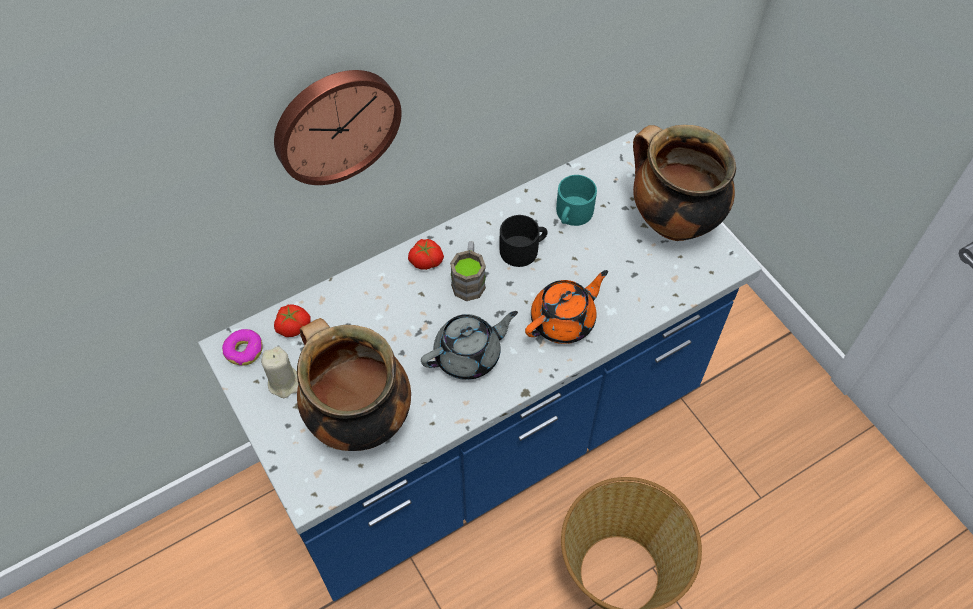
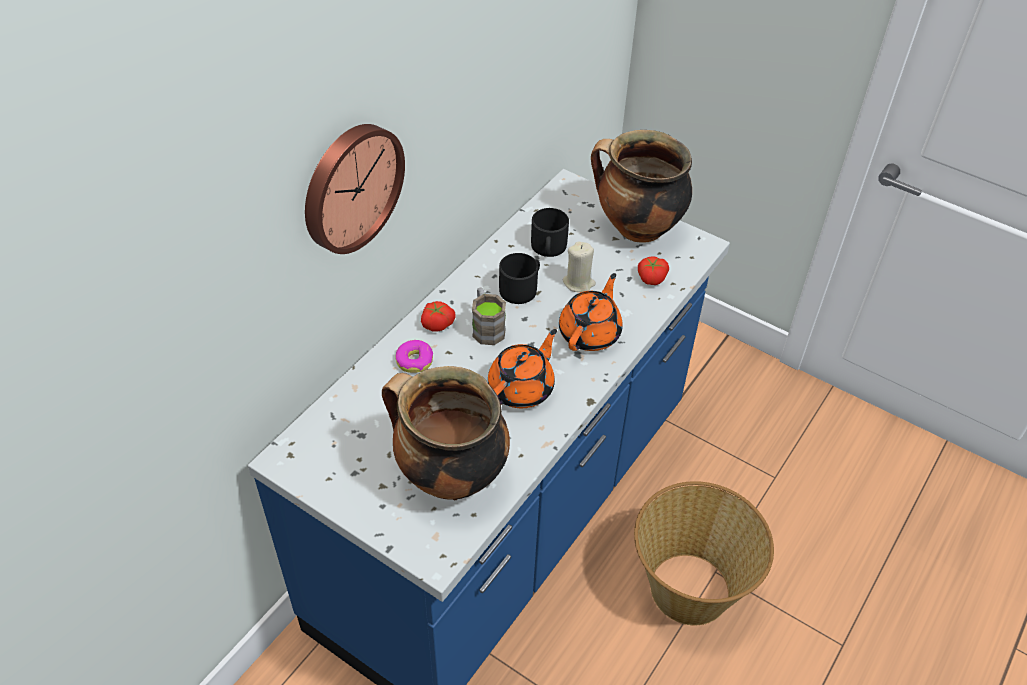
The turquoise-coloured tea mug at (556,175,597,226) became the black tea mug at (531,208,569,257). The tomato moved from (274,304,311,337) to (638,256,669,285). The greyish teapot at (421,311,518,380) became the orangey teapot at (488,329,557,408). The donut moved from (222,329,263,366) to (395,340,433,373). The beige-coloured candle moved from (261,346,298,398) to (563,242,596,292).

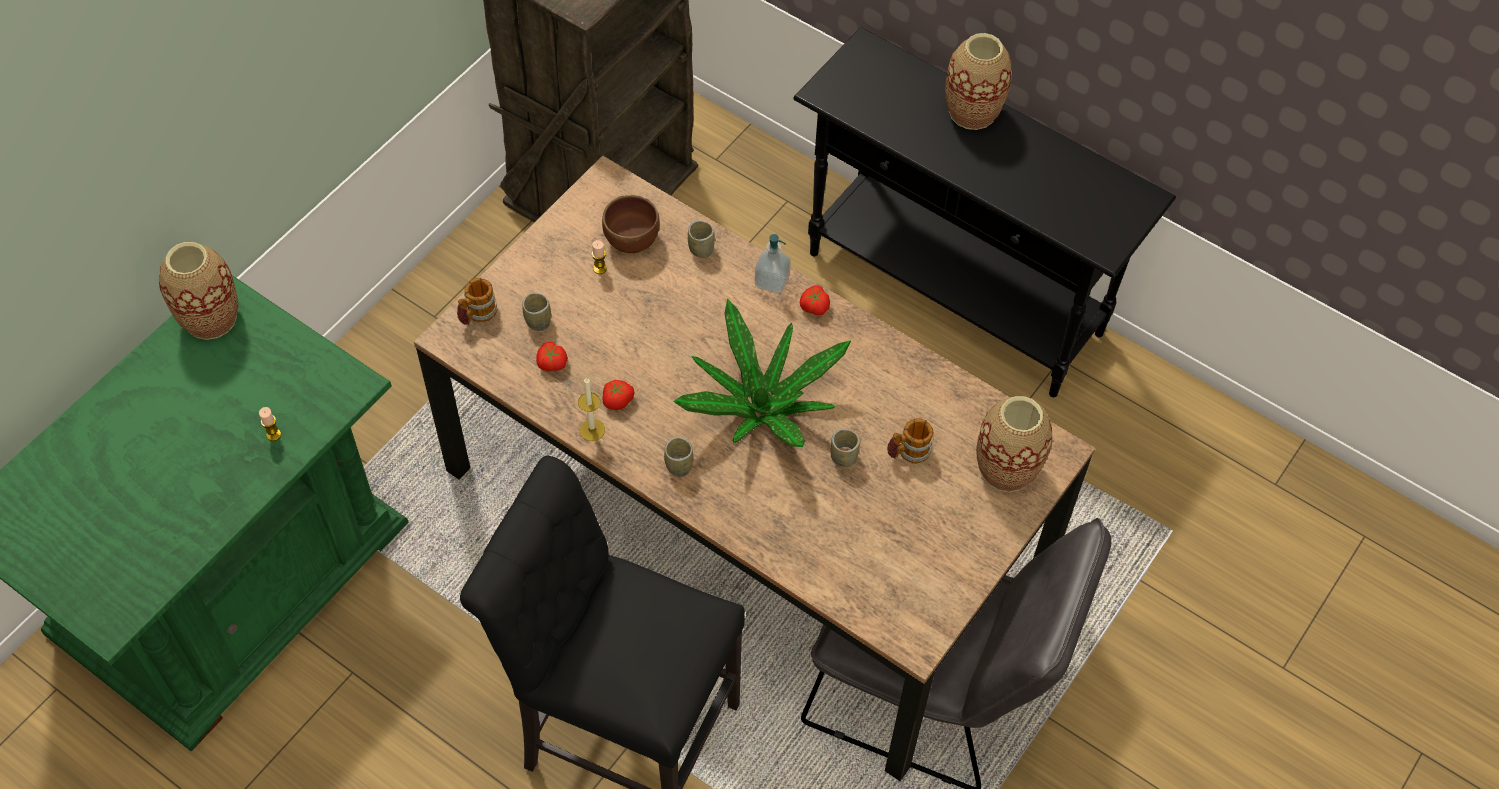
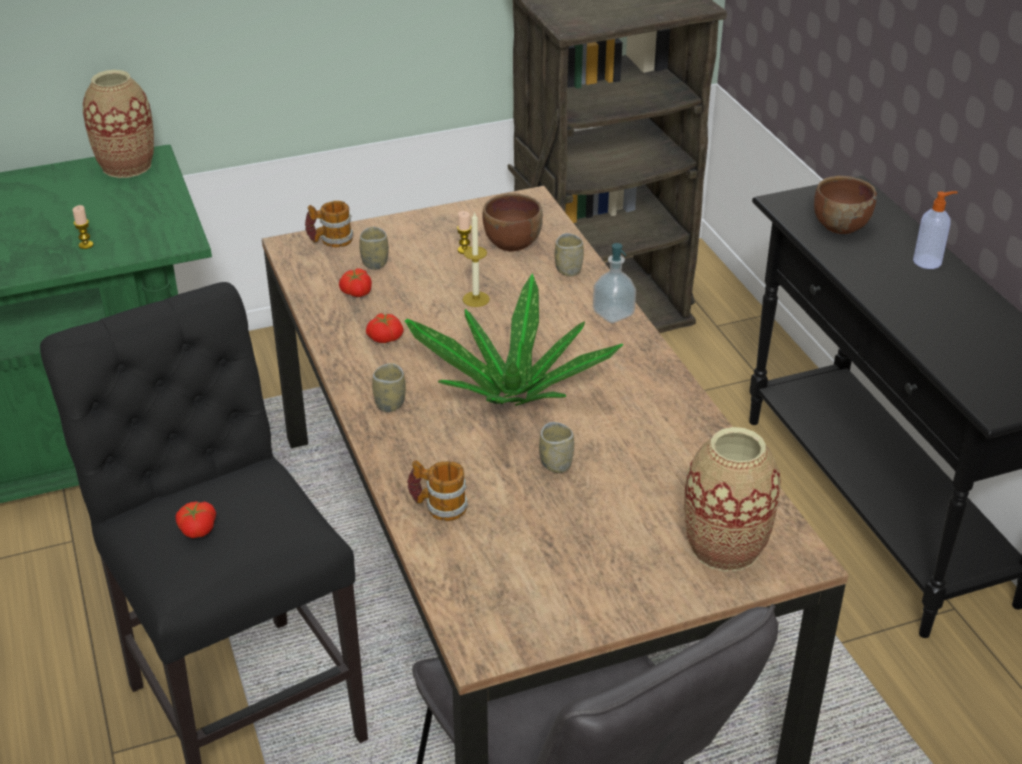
The decorative vase at (945,33,1012,130) was replaced by the soap dispenser at (913,191,958,269). The tomato moved from (800,285,830,315) to (175,501,216,538). The candle moved from (578,377,605,441) to (463,212,490,307). The tea mug moved from (887,418,933,463) to (407,460,468,521). The brownish deep dish at (814,176,877,234) appeared.

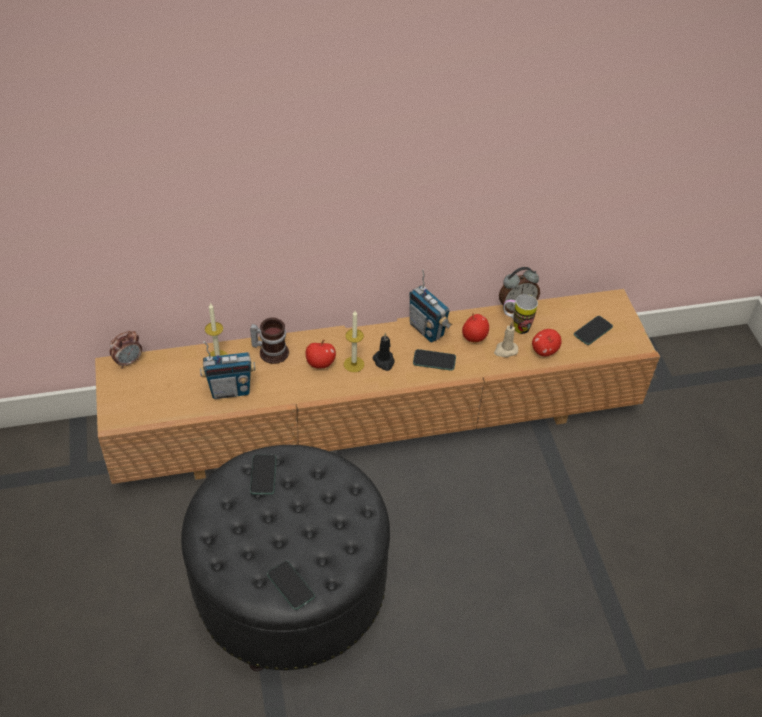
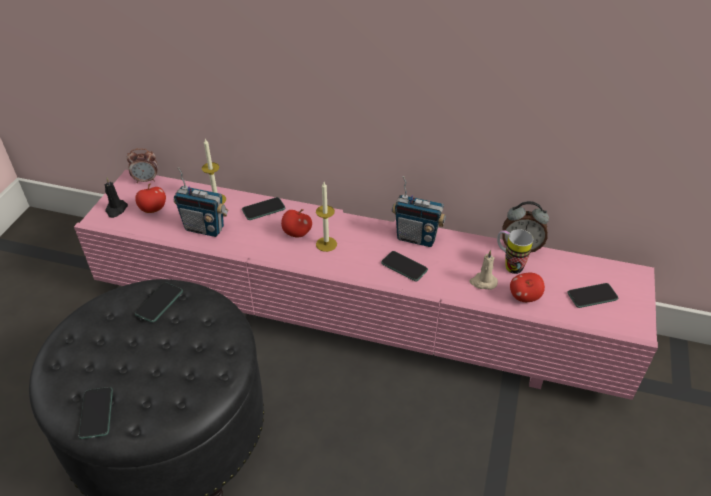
The radio set at (409,269,452,343) turned 60 degrees counterclockwise. The brownish tv unit at (95,289,660,484) became the pink tv unit at (74,170,658,400). The whole apple moved from (462,313,489,342) to (135,183,166,213). The tea mug at (250,318,289,364) was replaced by the telephone at (242,197,285,220). The black candle moved from (372,333,395,371) to (105,178,128,218).

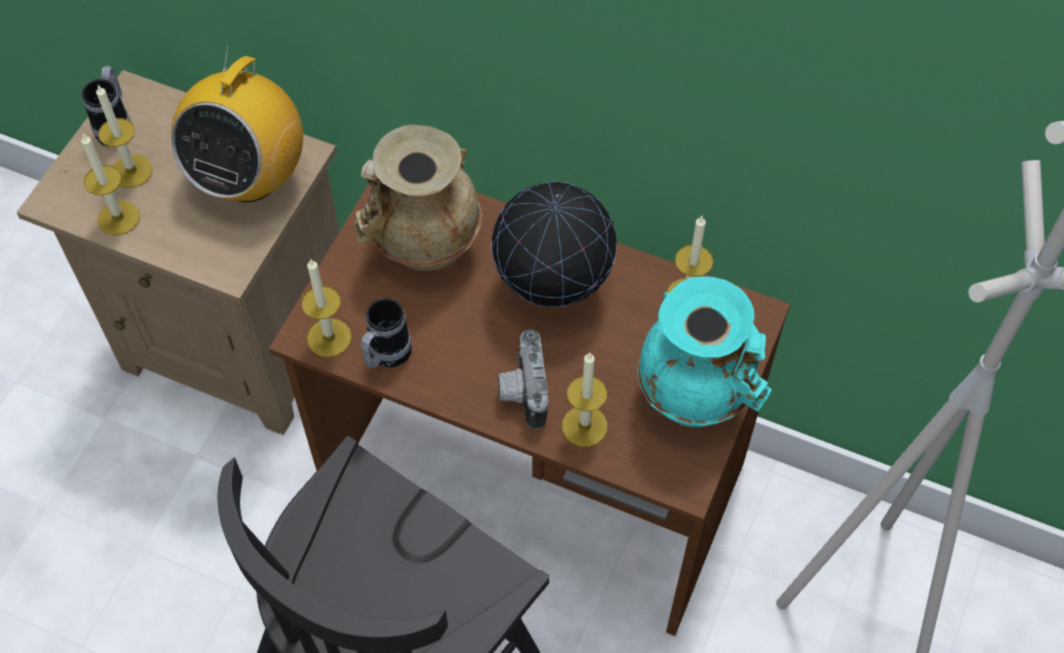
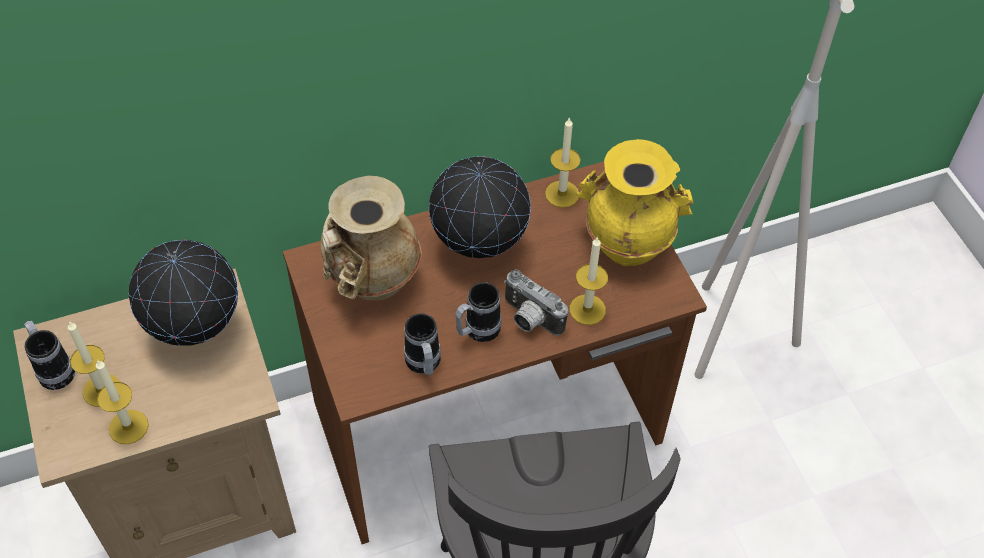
The radio set at (171,43,303,202) was replaced by the globe at (129,239,238,346). The candle at (301,258,352,357) disappeared. The turquoise-coloured decorative vase at (637,276,772,427) became the yellow decorative vase at (577,139,693,266). The tea mug at (455,282,502,342) appeared.

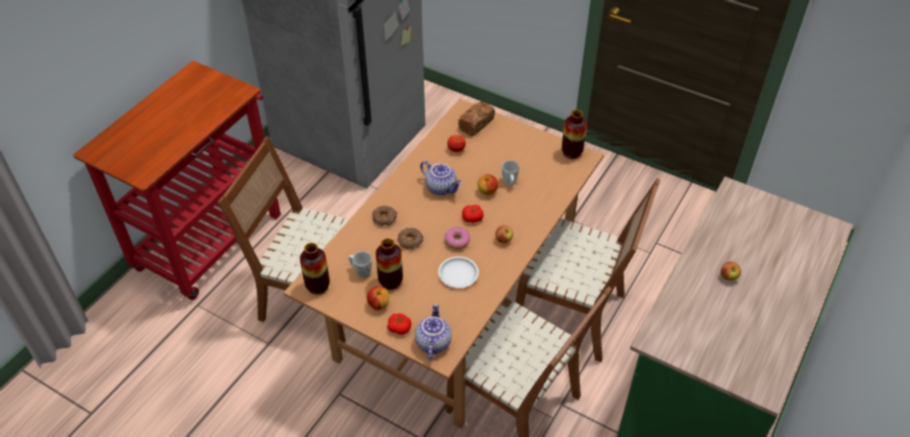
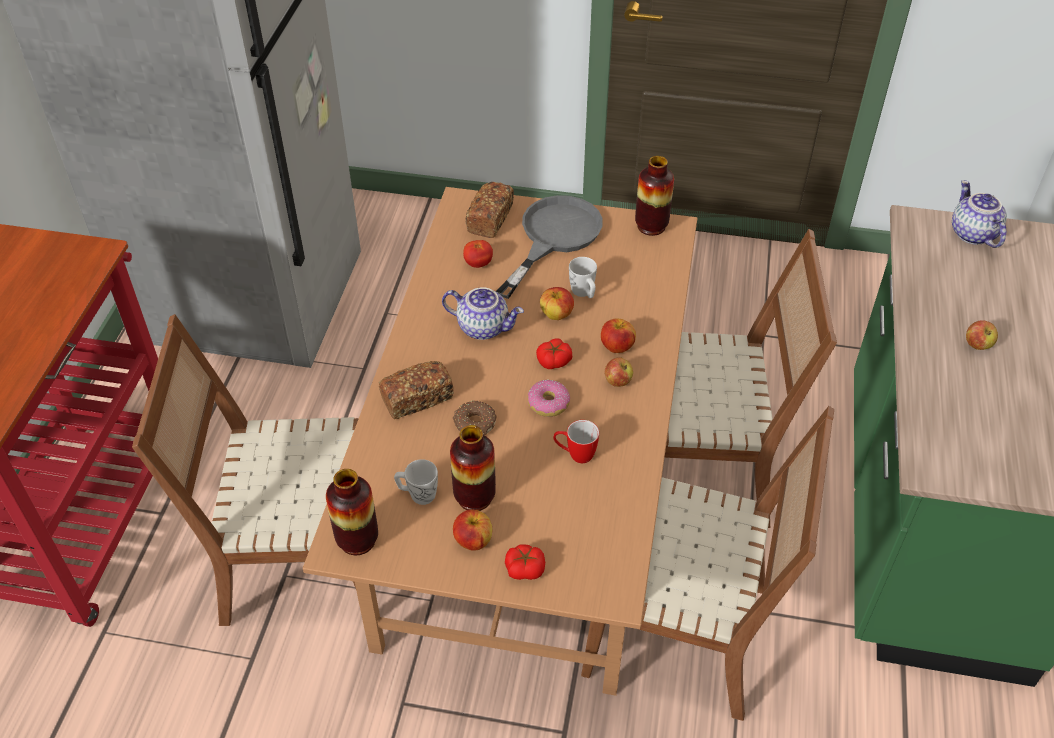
The donut at (372,205,397,226) was replaced by the bakery bread at (378,361,454,419). The white flat dish at (438,256,479,288) was replaced by the tea mug at (553,420,599,463). The teapot moved from (415,303,452,361) to (952,180,1007,248). The greyish skillet at (496,195,603,299) appeared. The whole apple at (601,318,636,353) appeared.

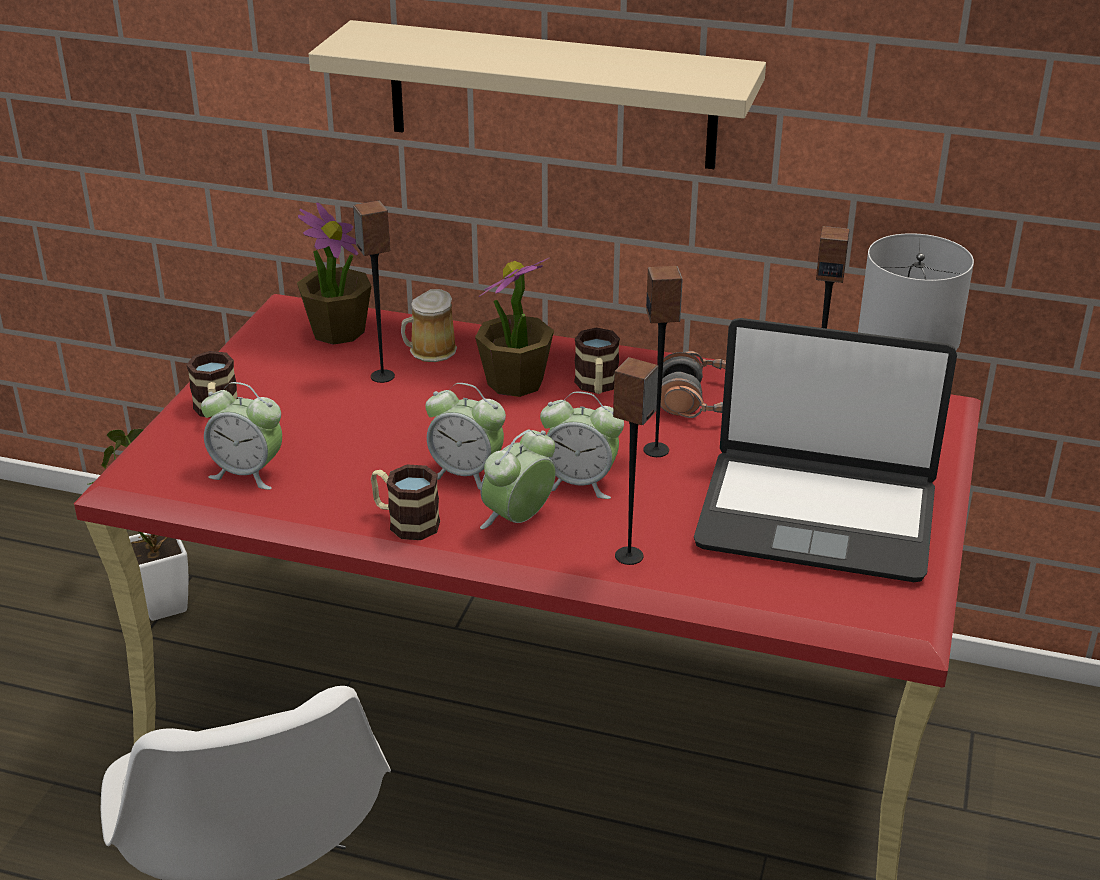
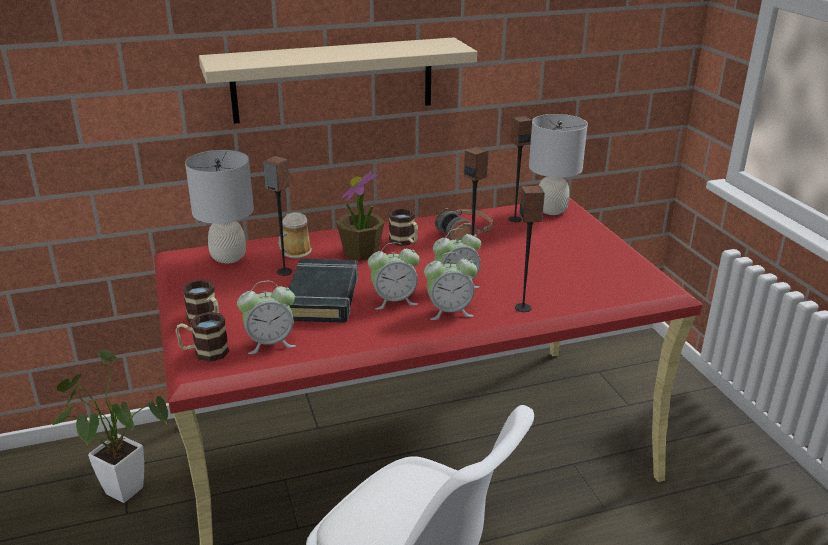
The houseplant at (297,202,371,345) was replaced by the greyish table lamp at (185,150,254,264). The portable computer at (694,318,957,582) disappeared. The alarm clock at (480,430,556,529) turned 105 degrees counterclockwise. The tea mug moved from (371,464,440,540) to (176,312,229,362). The black book at (289,258,358,323) appeared.

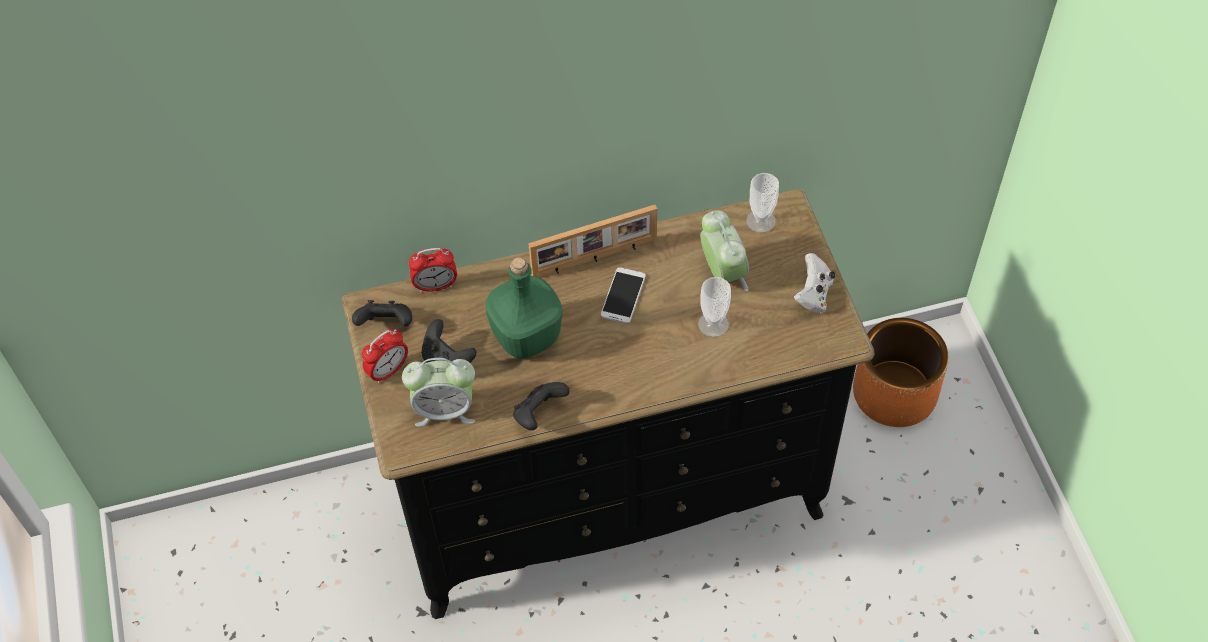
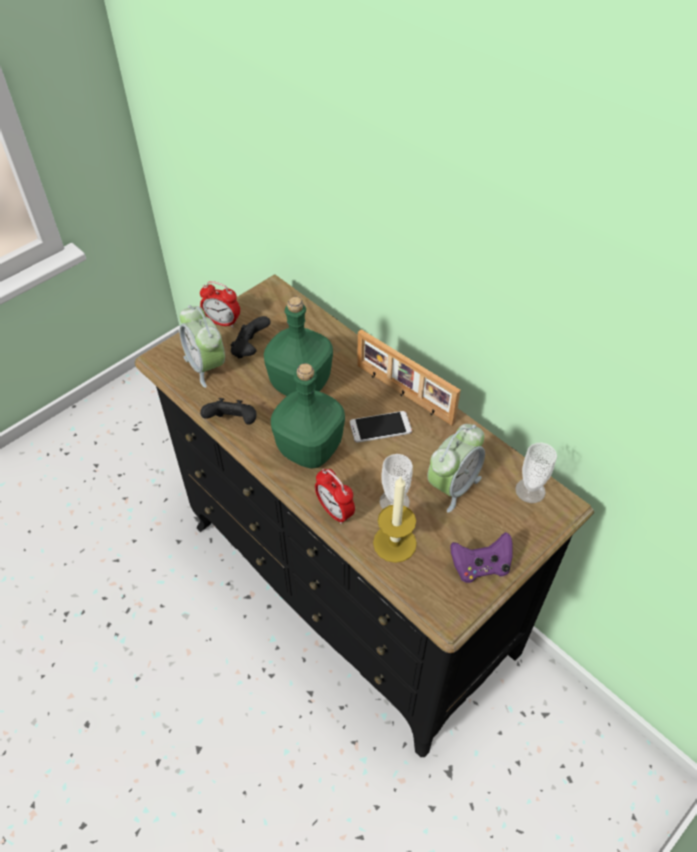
The alarm clock moved from (409,248,457,293) to (315,469,355,524). The white joypad at (794,253,835,313) became the purplish joypad at (450,532,512,583). The black joypad at (352,300,412,327) disappeared. The orangey planter at (853,318,949,427) disappeared. The green drink bottle at (271,363,345,469) appeared. The candle at (373,477,417,563) appeared.

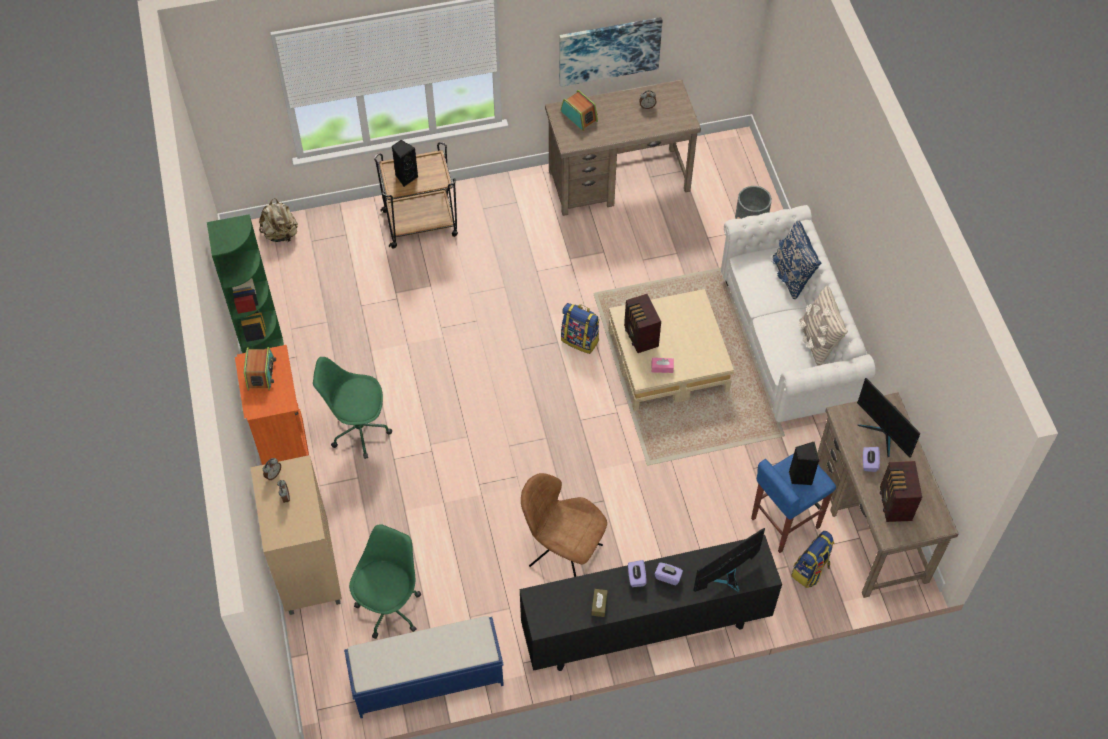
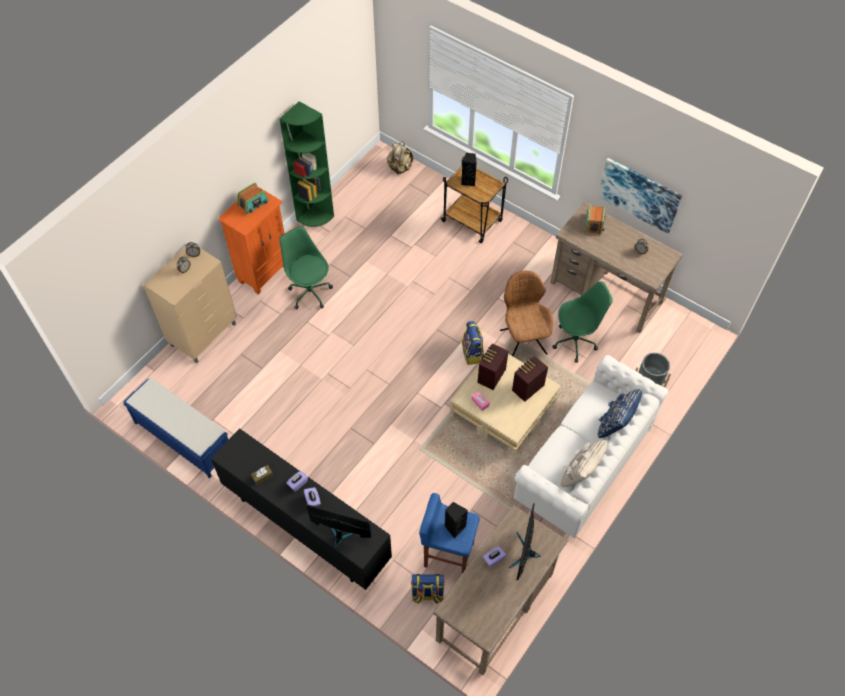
The radio set moved from (880,461,922,522) to (512,356,548,402). The brownish upright chair moved from (521,473,607,577) to (500,271,553,356). The green office chair moved from (349,524,421,639) to (552,281,613,363).

